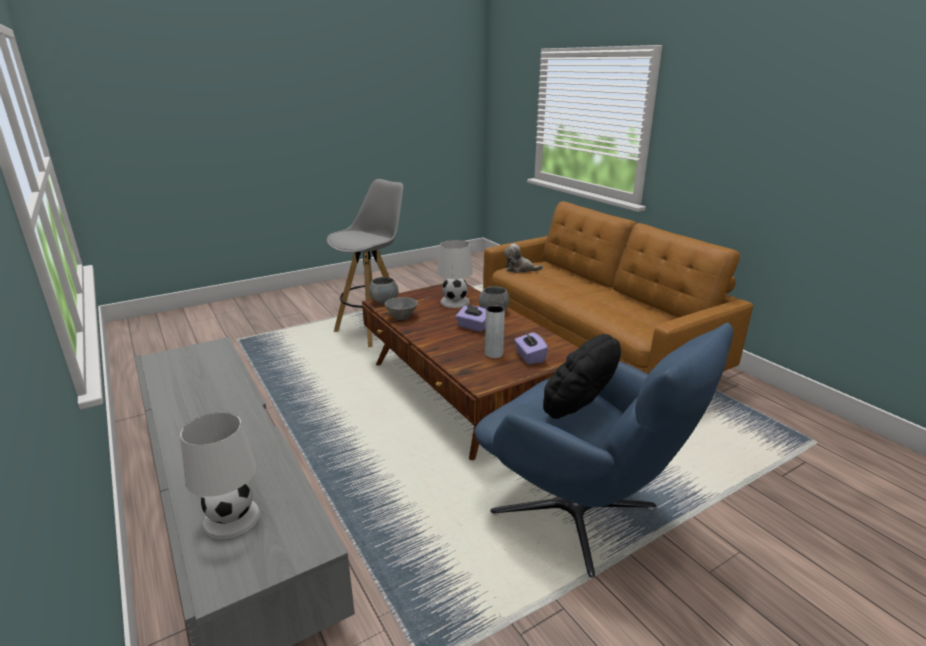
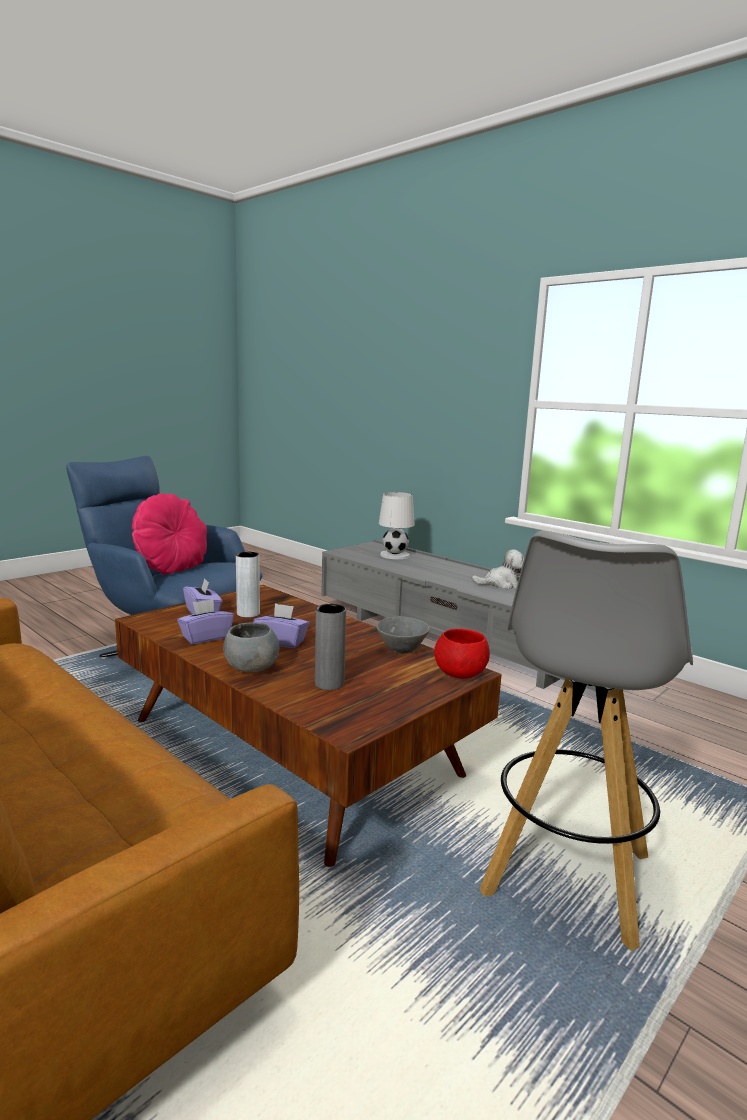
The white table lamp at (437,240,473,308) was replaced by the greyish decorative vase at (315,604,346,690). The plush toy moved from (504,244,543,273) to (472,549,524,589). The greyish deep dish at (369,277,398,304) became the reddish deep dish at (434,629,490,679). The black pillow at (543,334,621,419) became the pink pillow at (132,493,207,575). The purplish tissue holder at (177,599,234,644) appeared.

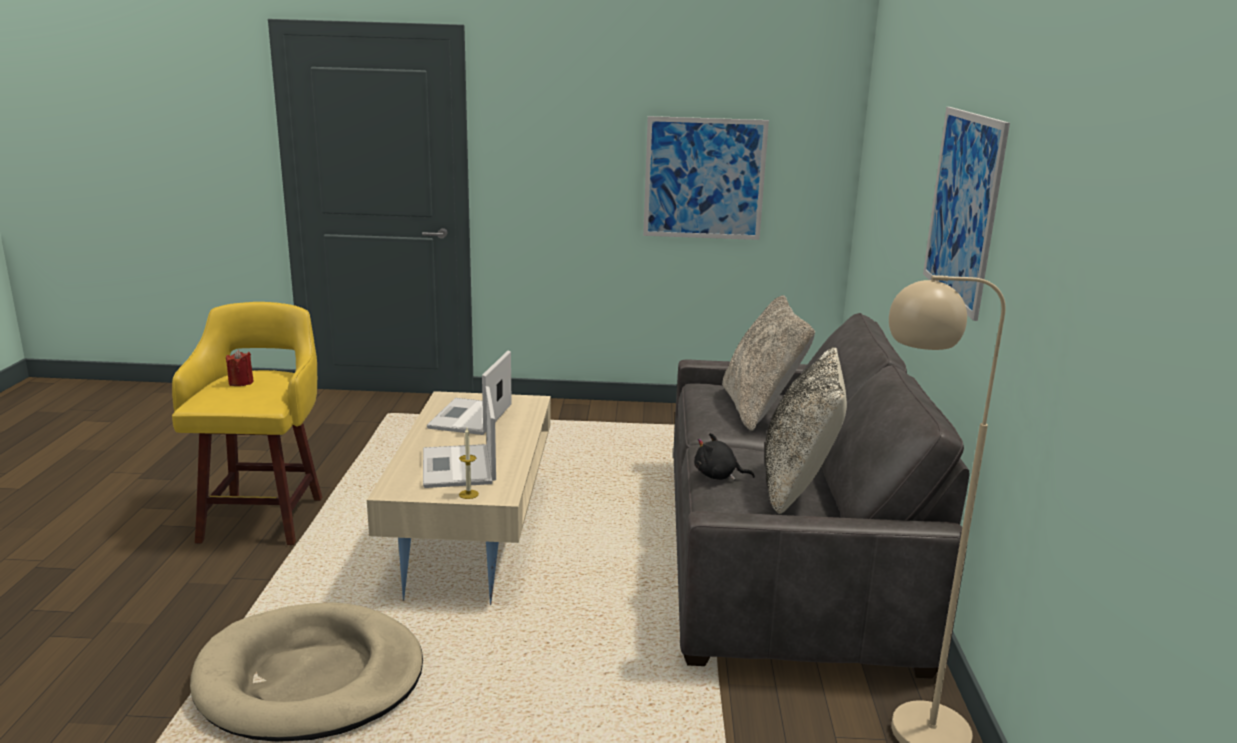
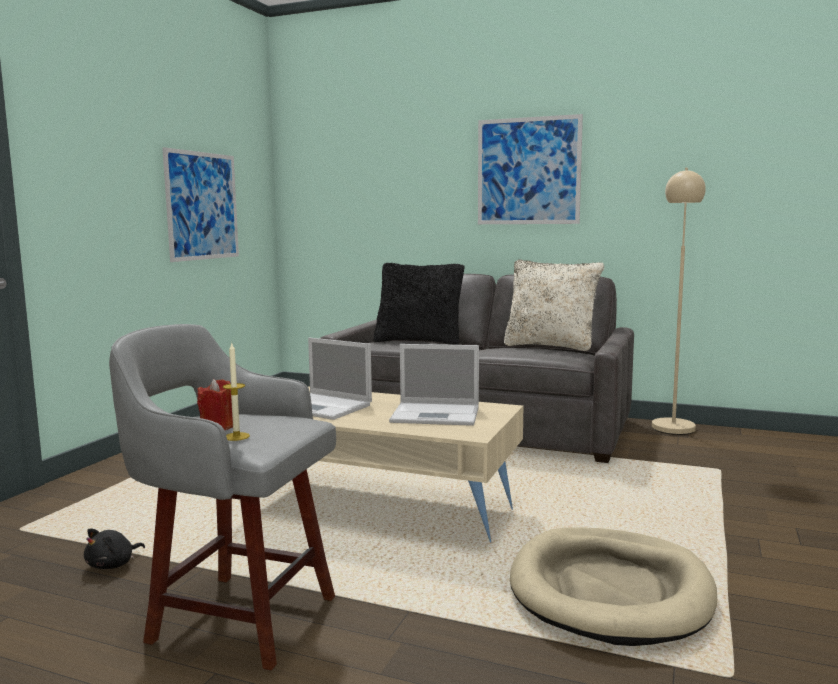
The beige-coloured pillow at (722,295,815,431) became the black pillow at (373,263,465,345). The yellow sitting stool at (172,302,322,545) became the greyish sitting stool at (109,324,336,671). The candle moved from (459,428,479,499) to (223,343,250,441). The black plush toy moved from (694,433,755,480) to (84,528,145,569).

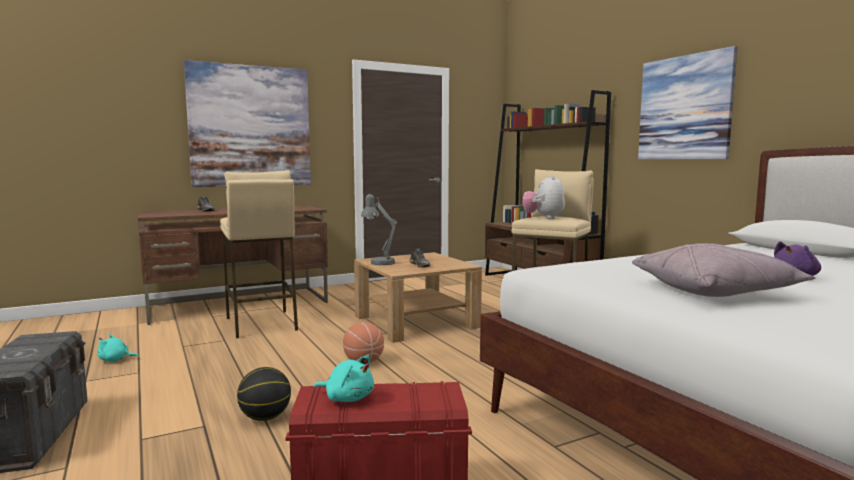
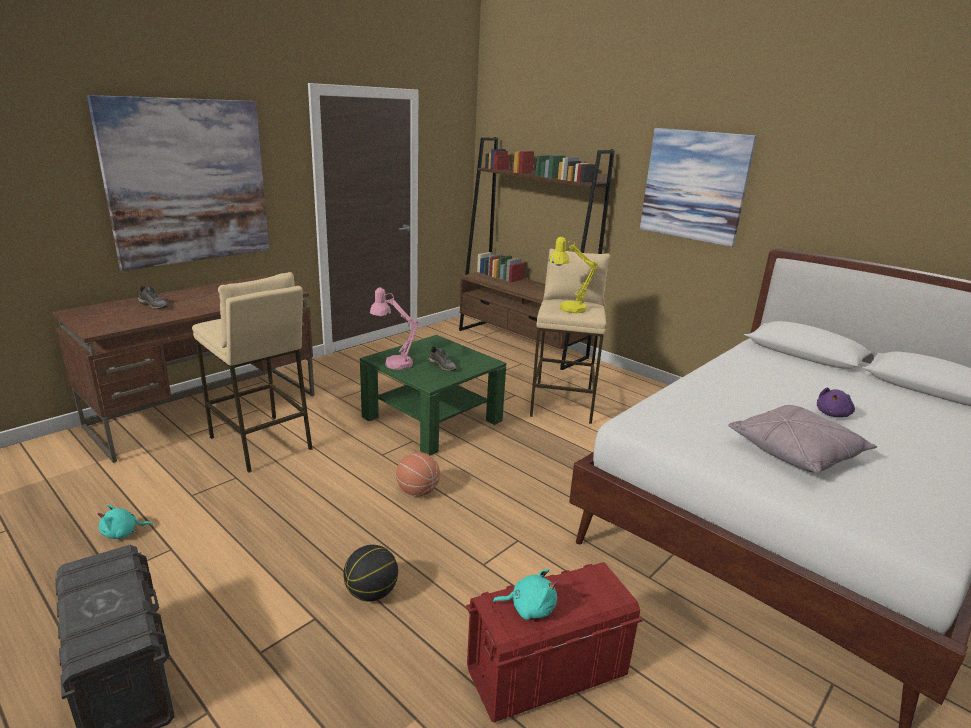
The plush toy at (522,175,565,219) was replaced by the yellow table lamp at (549,237,598,313). The greyish table lamp at (361,194,397,265) became the pink table lamp at (370,288,419,370). The brownish coffee table at (354,252,482,343) became the green coffee table at (360,335,506,456).

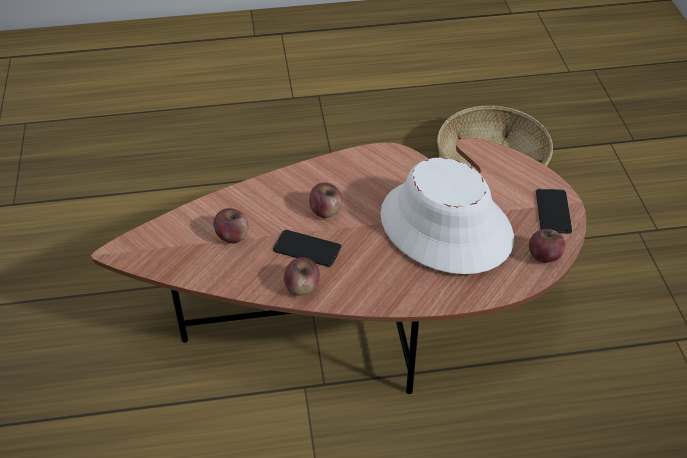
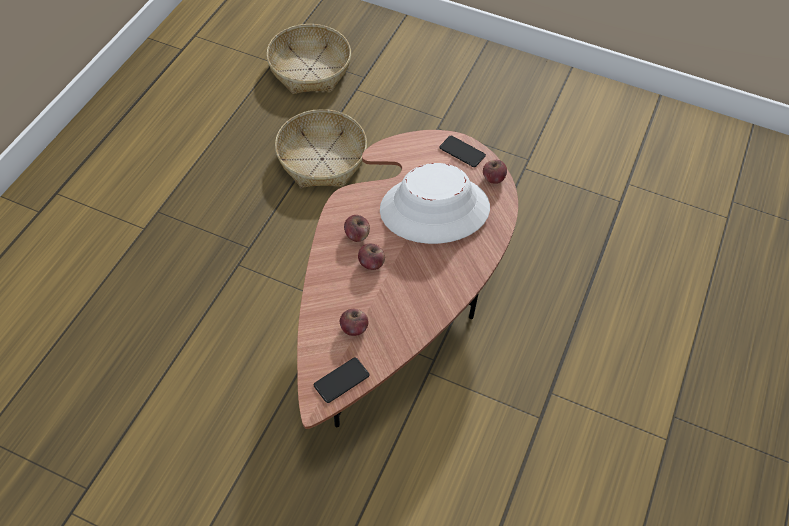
The telephone moved from (273,230,341,267) to (314,358,370,403). The whole apple moved from (284,257,320,295) to (344,215,370,242). The storage basket at (266,24,351,94) appeared.

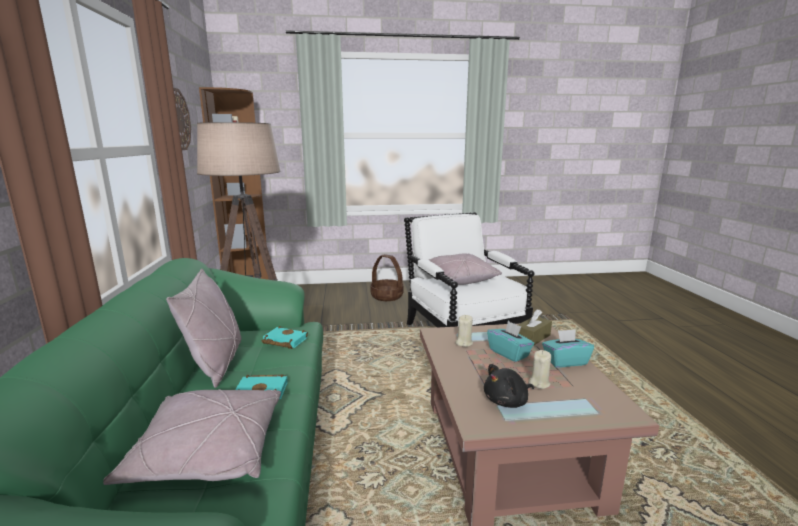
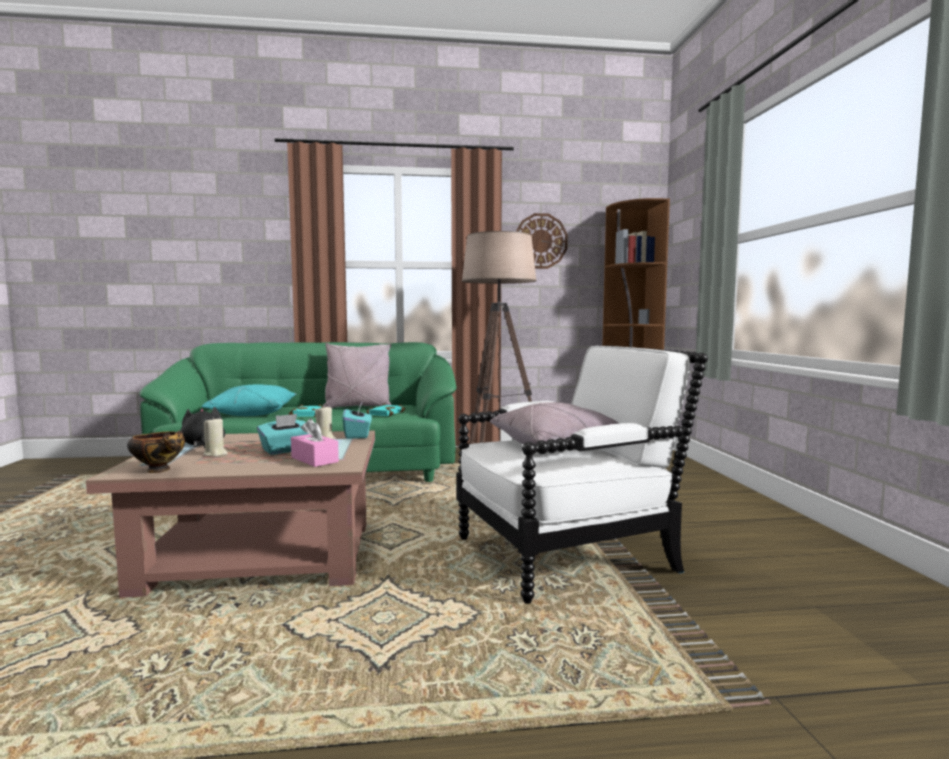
The storage basket at (370,254,404,301) disappeared. The brownish tissue holder at (518,309,552,346) became the pink tissue holder at (291,418,339,467). The turquoise-coloured tissue holder moved from (542,329,594,368) to (342,403,372,439). The purplish pillow at (103,389,281,485) became the turquoise-coloured pillow at (202,384,297,416). The deep dish at (127,431,185,473) appeared.

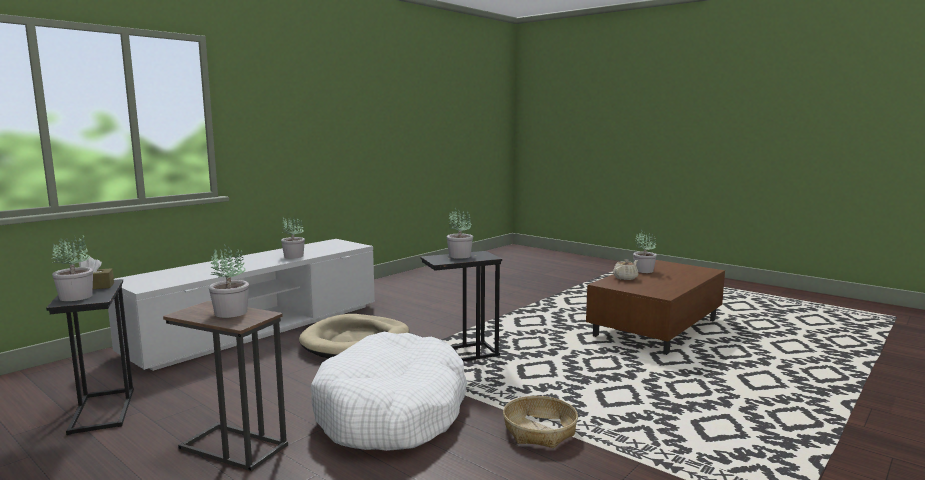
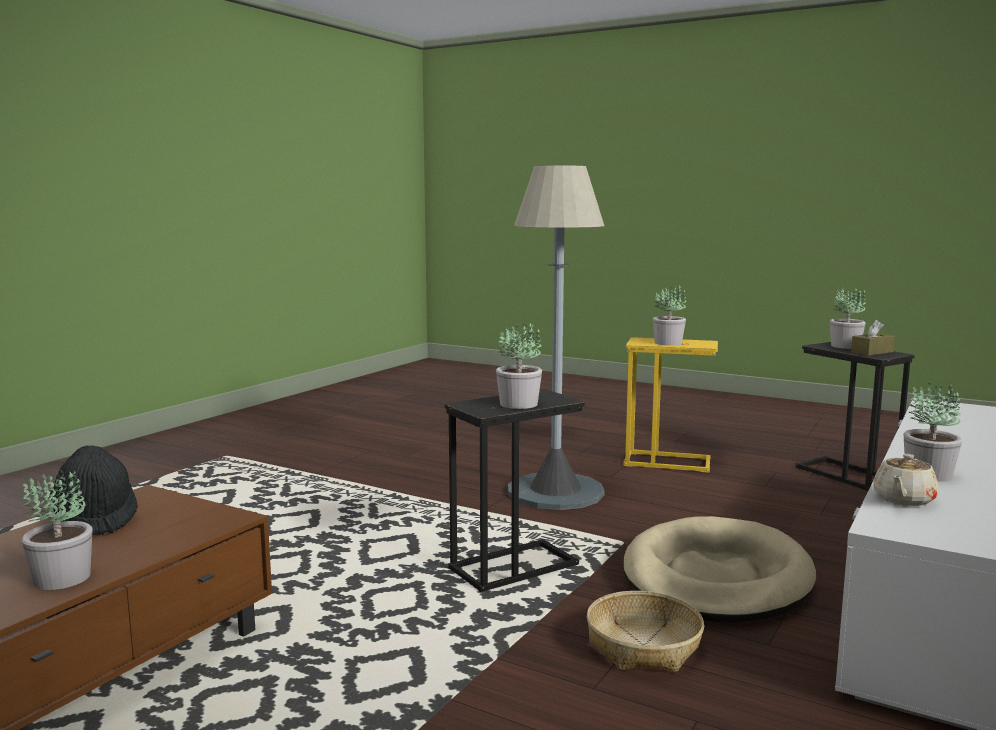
The beige-coloured teapot moved from (613,259,638,280) to (873,454,939,506). The brownish end table at (163,301,288,472) became the yellow end table at (624,337,718,473). The white dog cushion at (311,332,467,451) was replaced by the greyish floor lamp at (508,165,605,510). The storage basket moved from (503,396,578,448) to (587,591,704,672). The black wearable hat at (50,445,138,535) appeared.

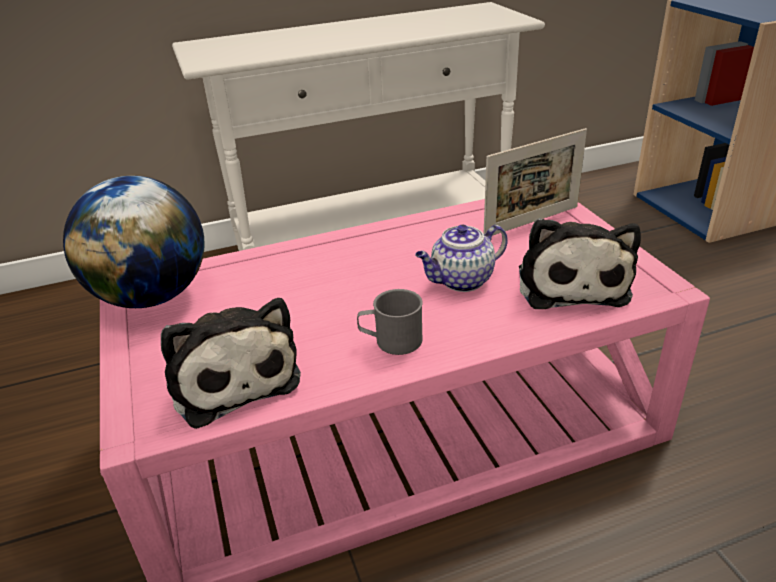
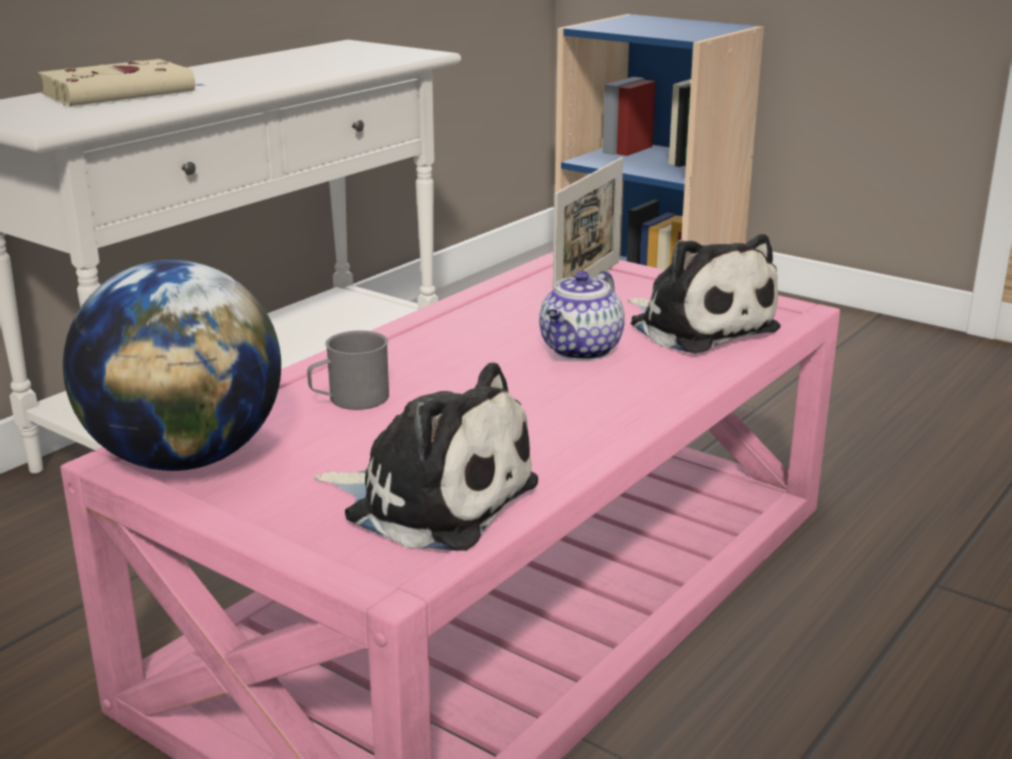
The greyish tea mug moved from (357,289,423,355) to (307,331,389,410). The beige-coloured book at (38,59,203,106) appeared.

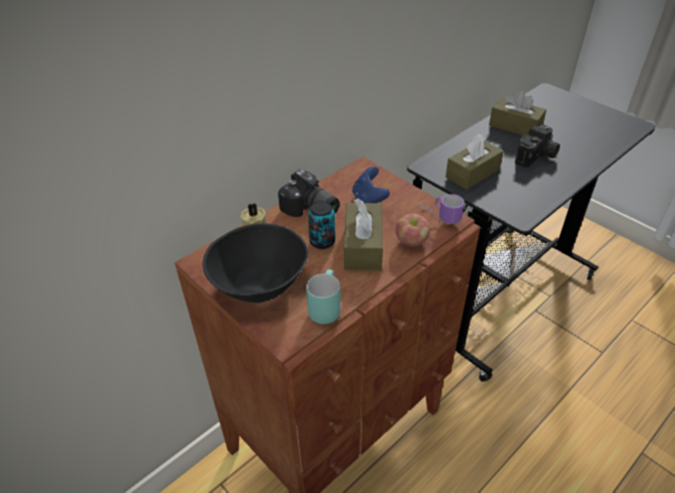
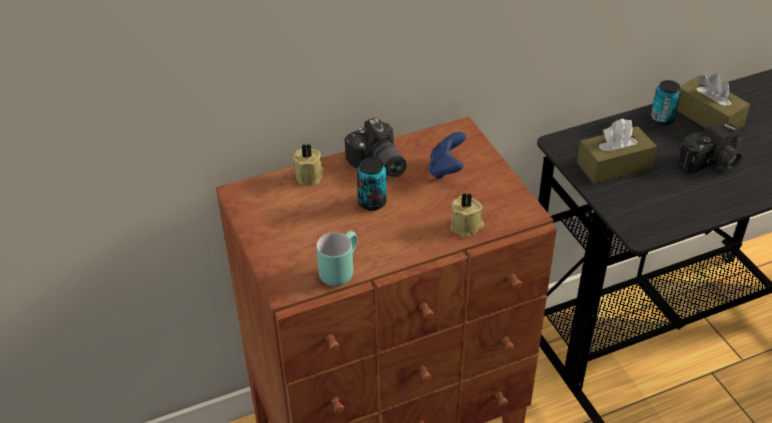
The tea mug at (419,194,464,224) disappeared. The brownish tissue holder at (344,198,383,271) disappeared. The whole apple at (396,214,430,247) was replaced by the beige-coloured candle at (450,193,484,238). The black deep dish at (202,223,309,303) disappeared. The can at (651,80,681,125) appeared.

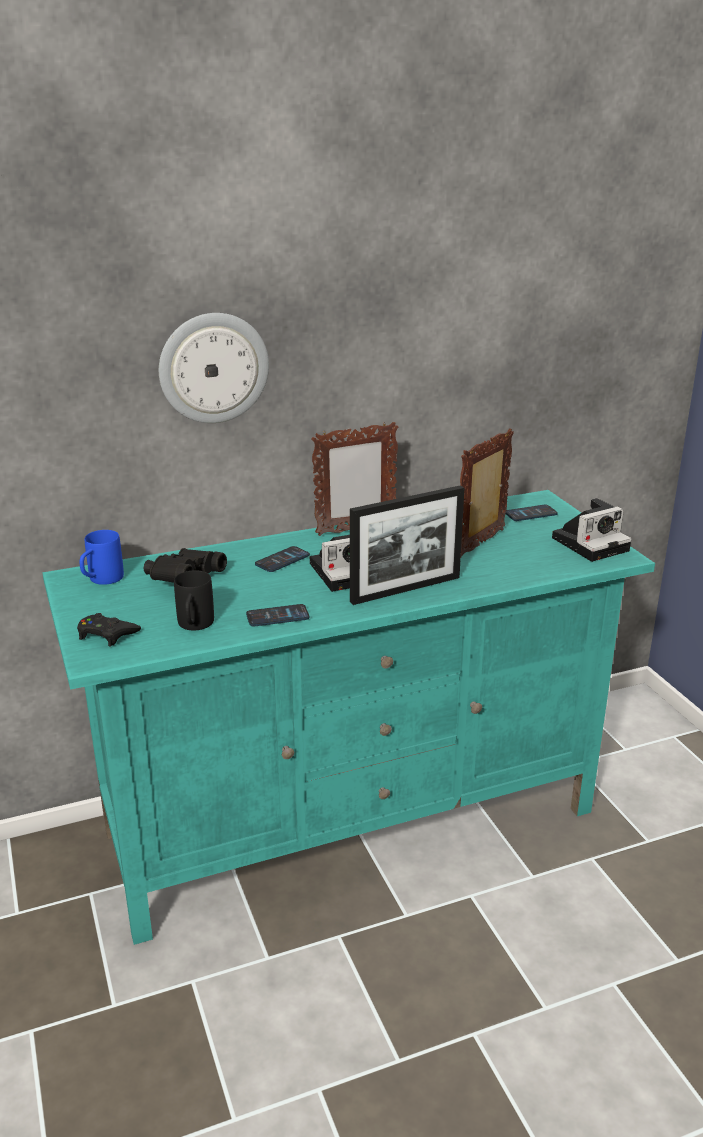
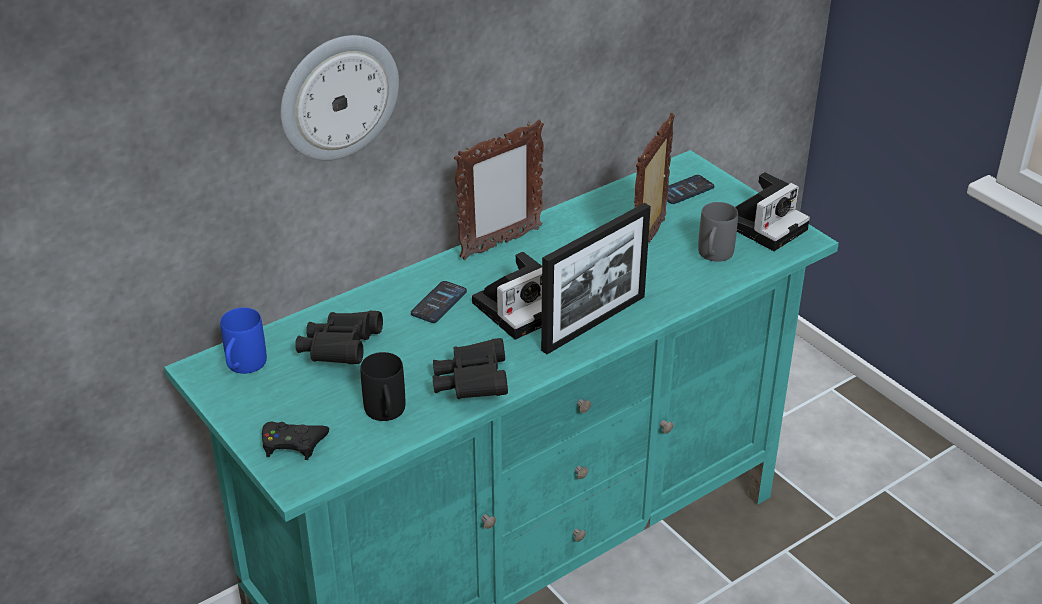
The telephone at (246,604,309,626) was replaced by the black pair of binoculars at (433,338,508,399). The greyish tea mug at (698,202,738,262) appeared.

